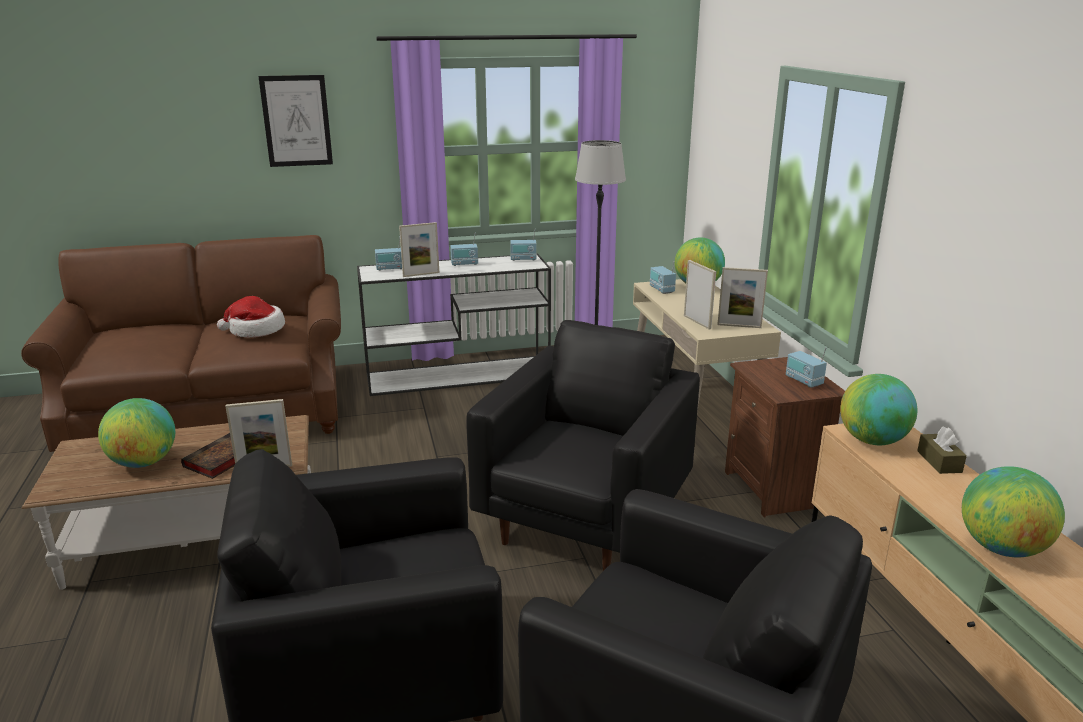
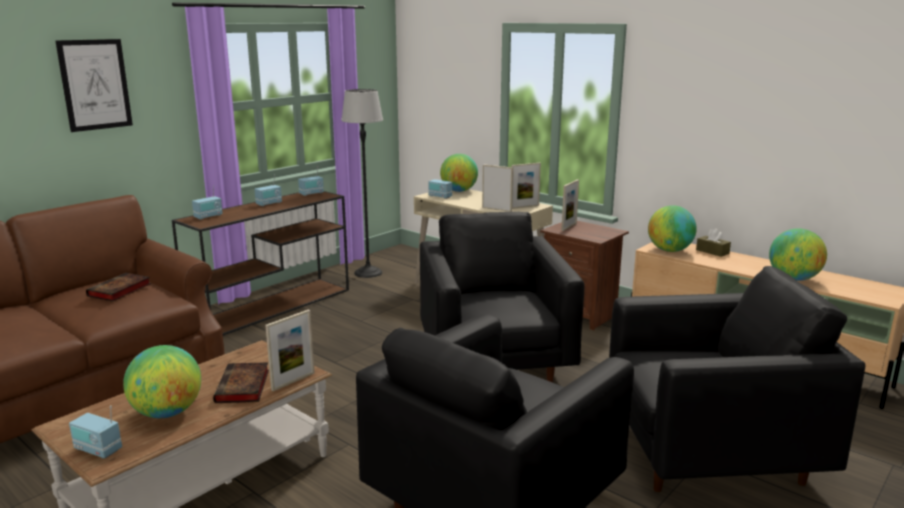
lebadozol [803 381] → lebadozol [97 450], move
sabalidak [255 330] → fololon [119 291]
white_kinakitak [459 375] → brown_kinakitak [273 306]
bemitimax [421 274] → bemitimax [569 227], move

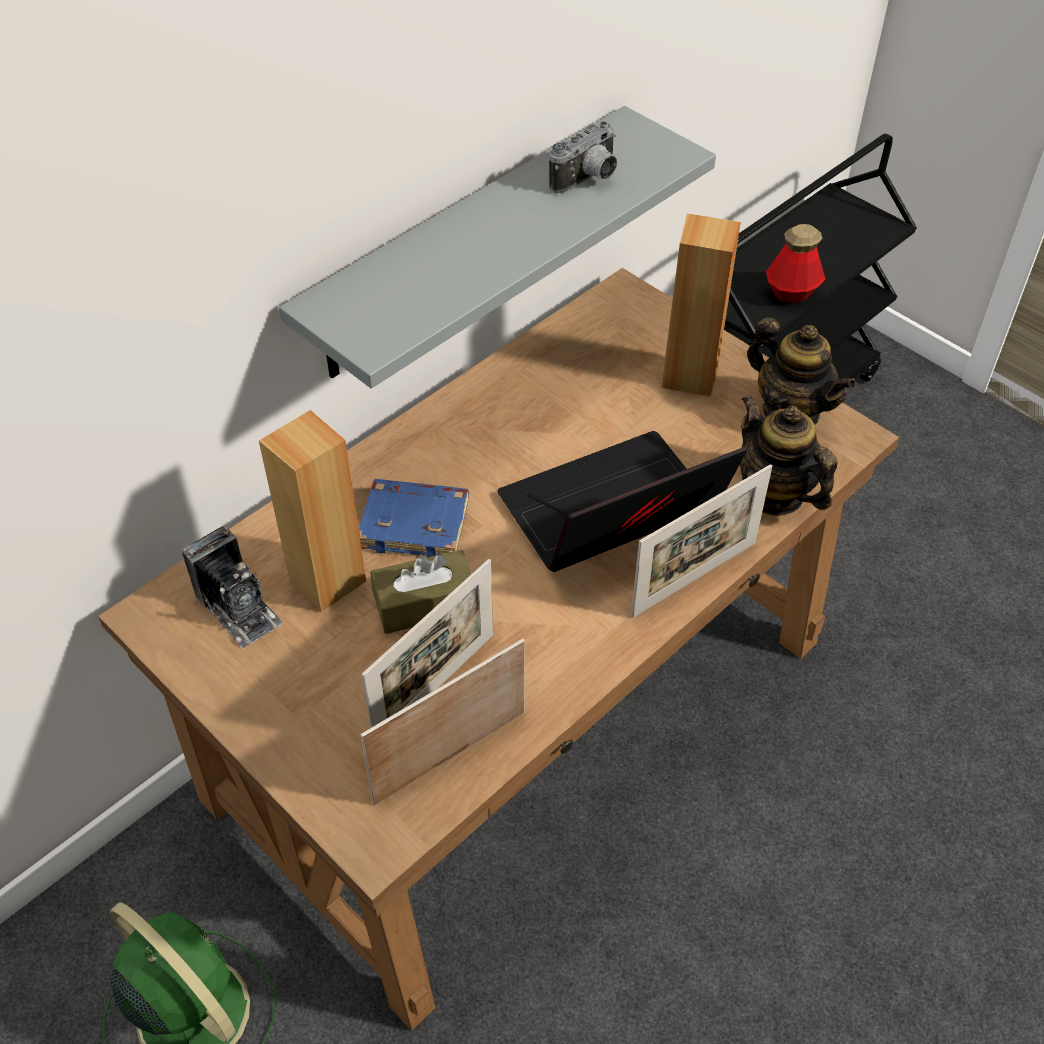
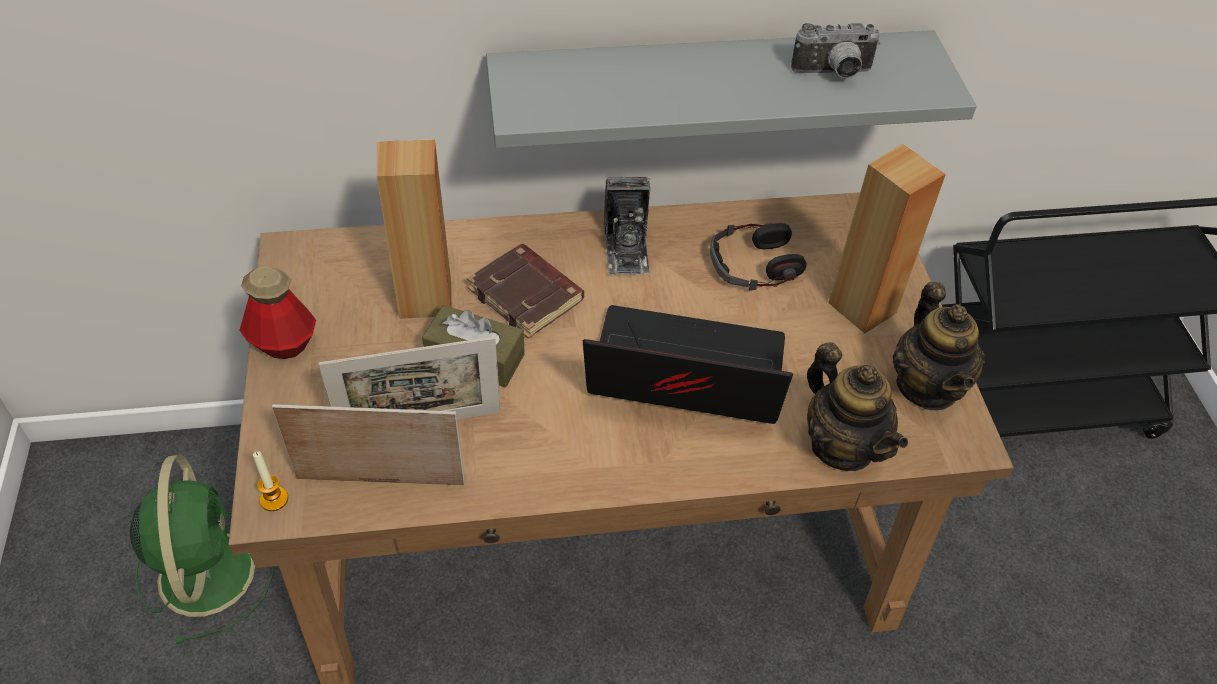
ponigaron [792 293] → ponigaron [283 343], move
- → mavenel [274 499]
blue_fololon [416 523] → brown_fololon [528 295]
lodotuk [238 608] → lodotuk [626 247], move
- → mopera [754 265]
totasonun [774 494] → totasonun [842 446], 150 degrees clockwise
bemitimax [694 578] → -

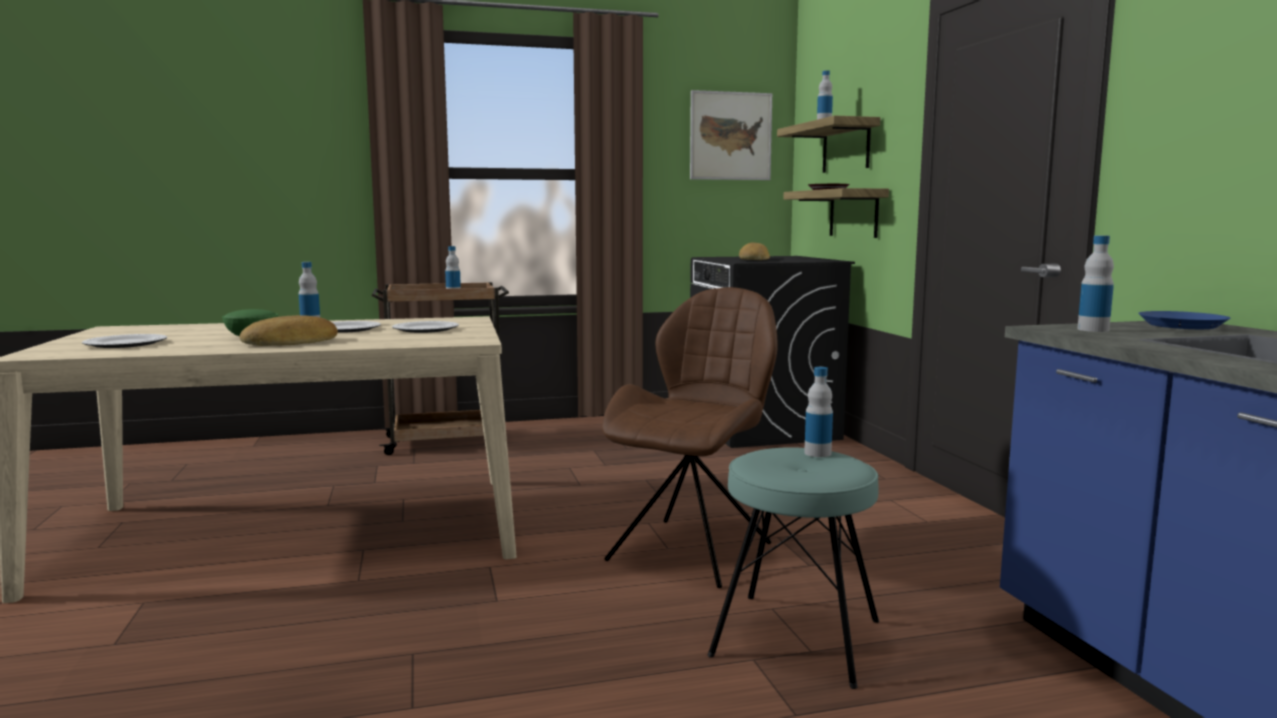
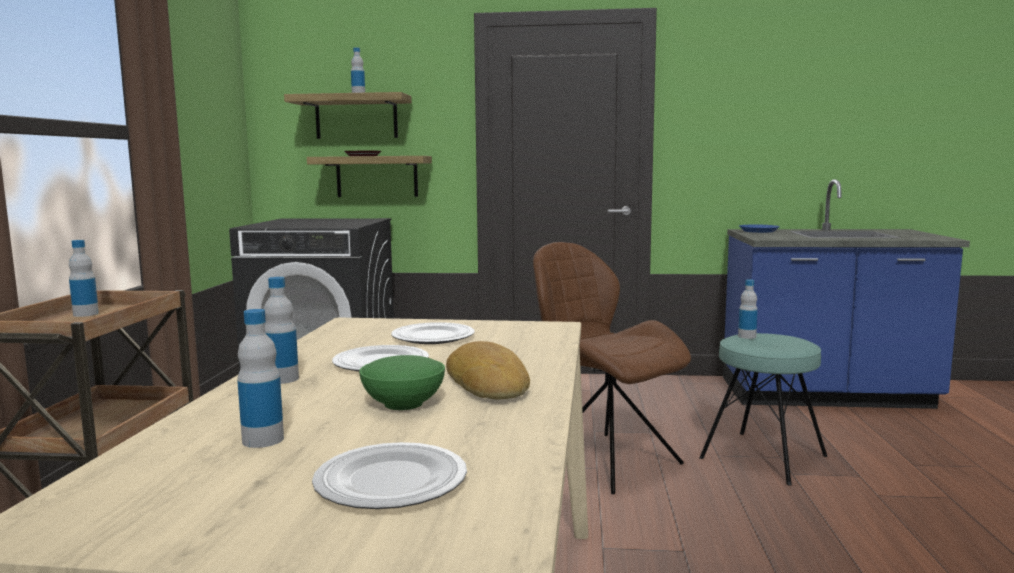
ponigaron [1093 330] → ponigaron [263 440], move
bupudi [730 136] → -
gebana [754 259] → -

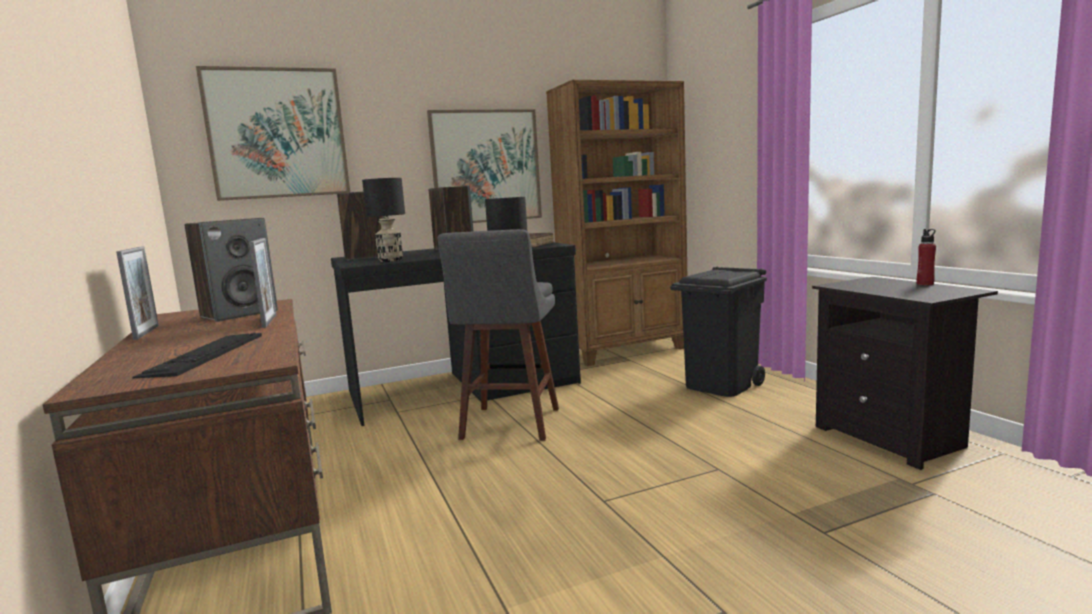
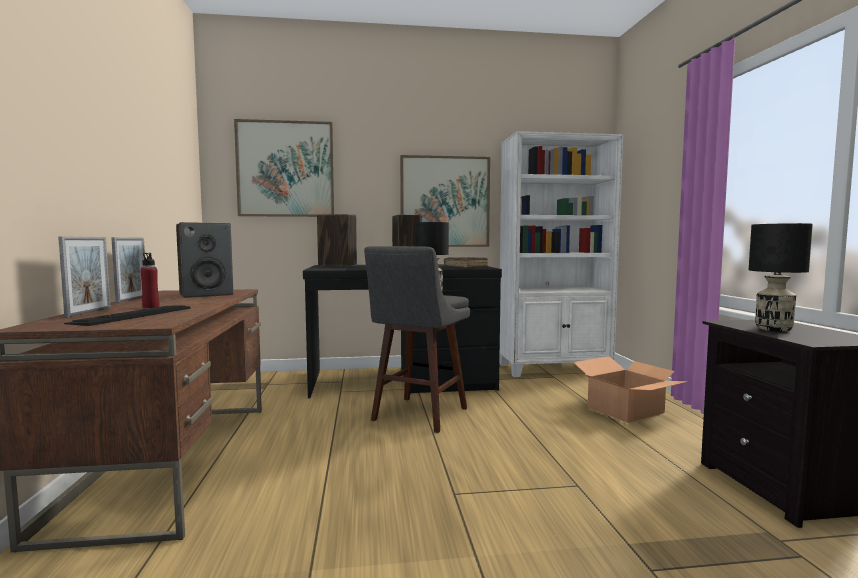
bemitimax [269 321] → bemitimax [89 312], move
red_ponigaron [925 284] → red_ponigaron [151 307], move
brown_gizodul [625 351] → white_gizodul [555 369]
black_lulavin [721 385] → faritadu [626 410]
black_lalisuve [390 260] → black_lalisuve [773 329], move

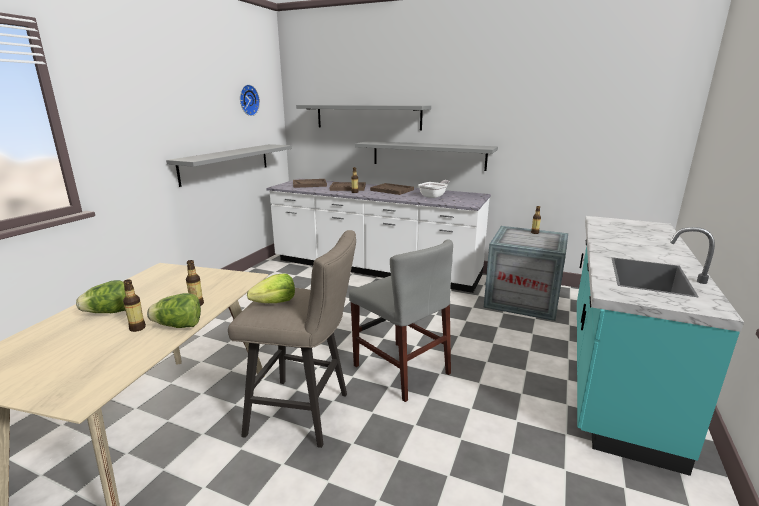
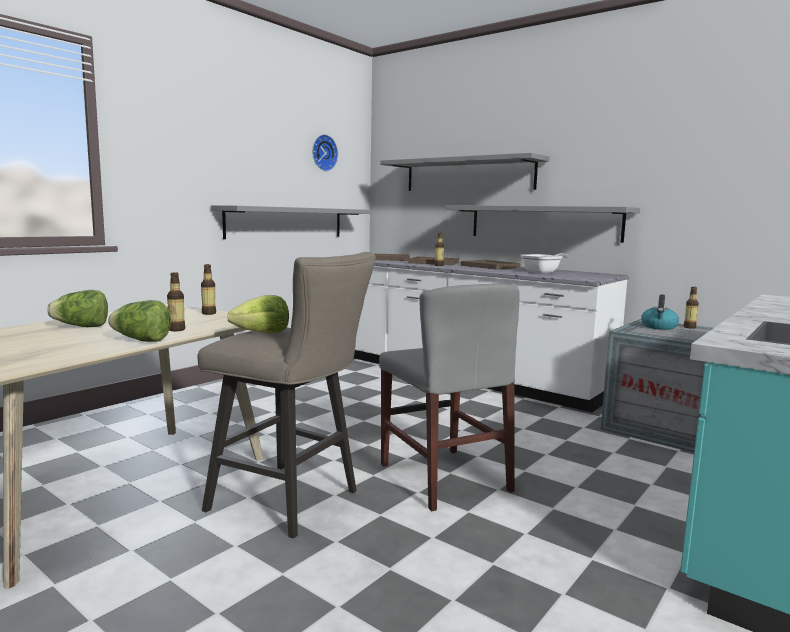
ponigaron [137 328] → ponigaron [209 313], move
- → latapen [659 327]

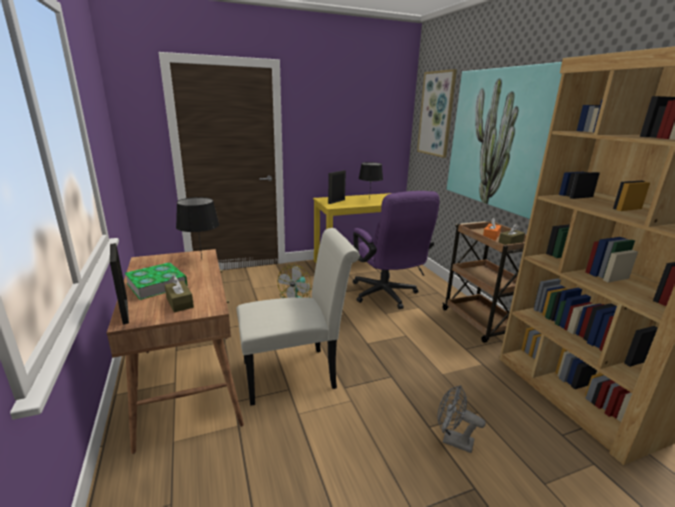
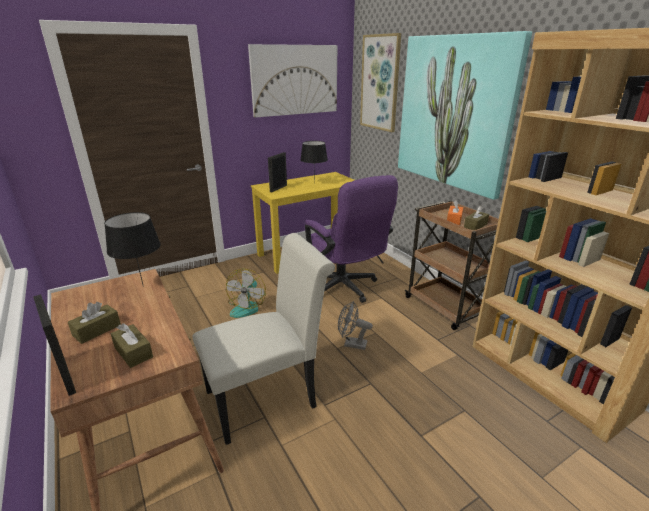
fololon [157 285] → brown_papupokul [97 330]
- → bupudi [295 80]
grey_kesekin [452 440] → grey_kesekin [351 344], move

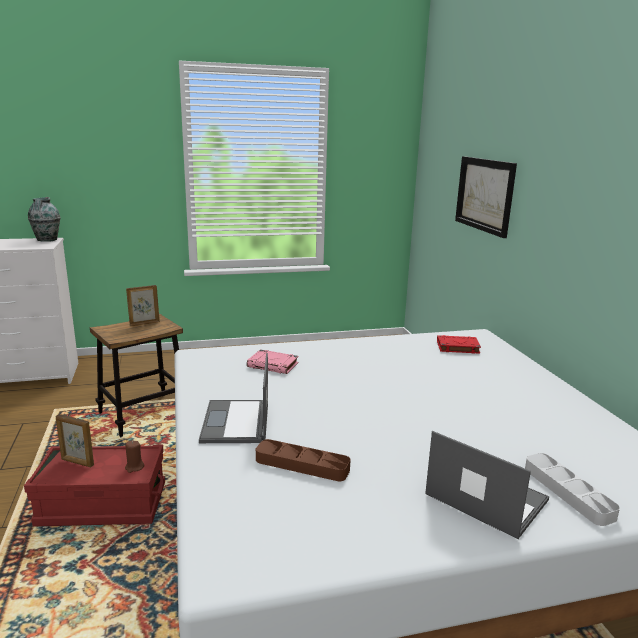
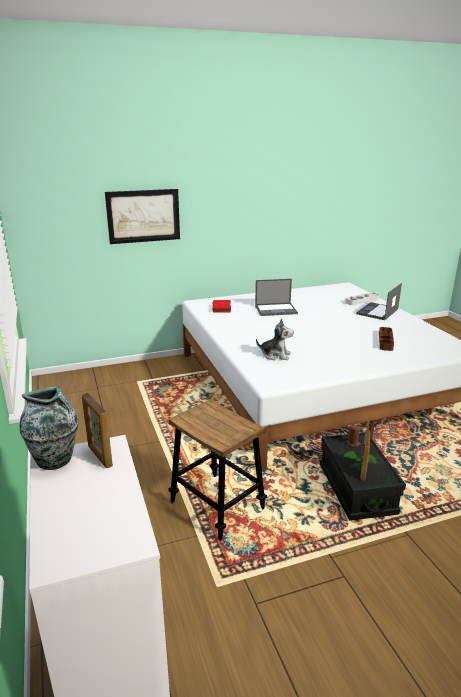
bemitimax [144 323] → bemitimax [100 456], move
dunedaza [236 422] → dunedaza [276 309], move
pink_fololon [273 365] → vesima [275 355]
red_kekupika [103 505] → black_kekupika [356 489]

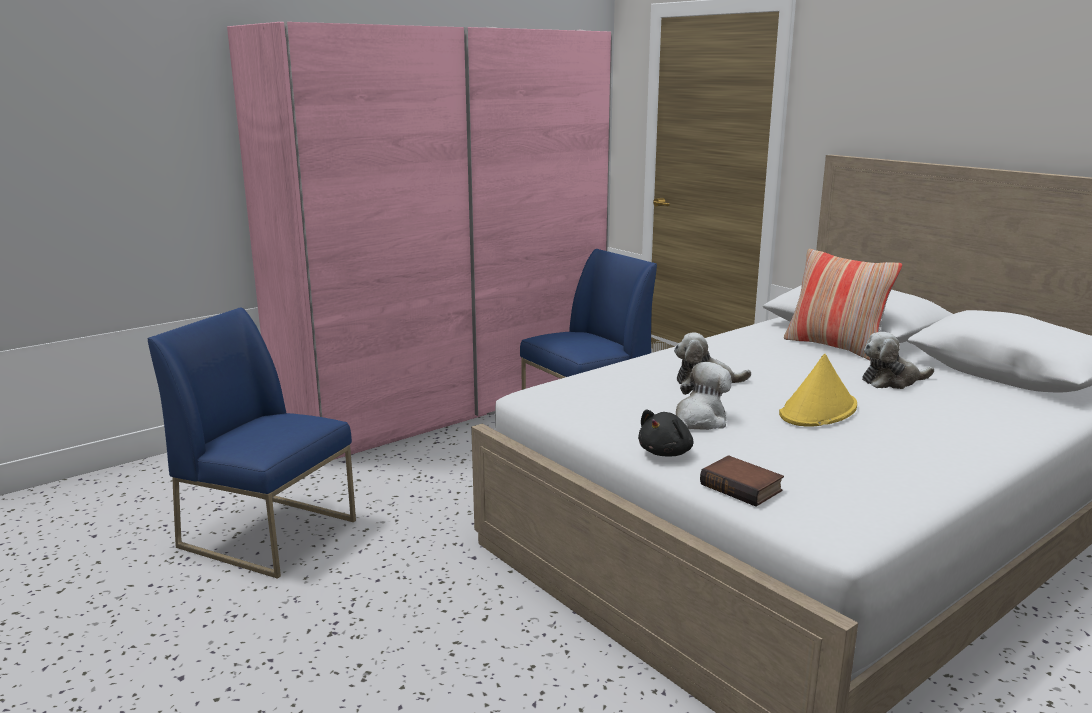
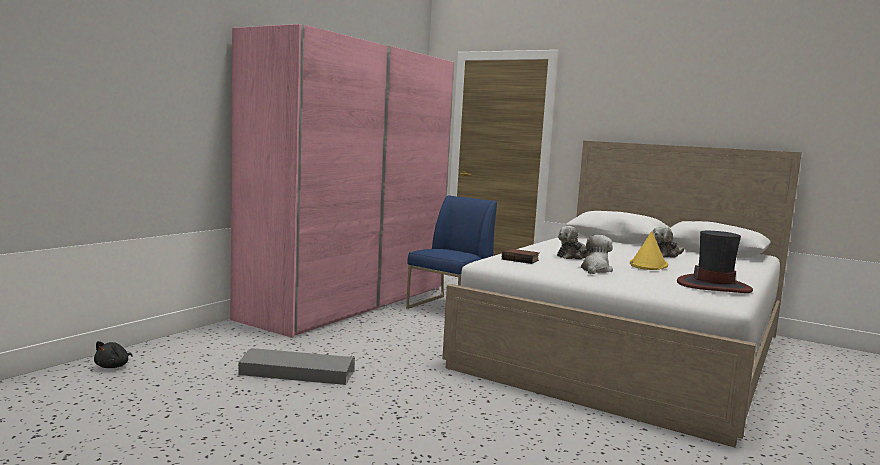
black_vesima [666 452] → black_vesima [113 366], move
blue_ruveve [270 533] → grey_kekupika [297 373]
fololon [743 487] → fololon [521 259], move
- → sabalidak [714 286]
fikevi [835 347] → -

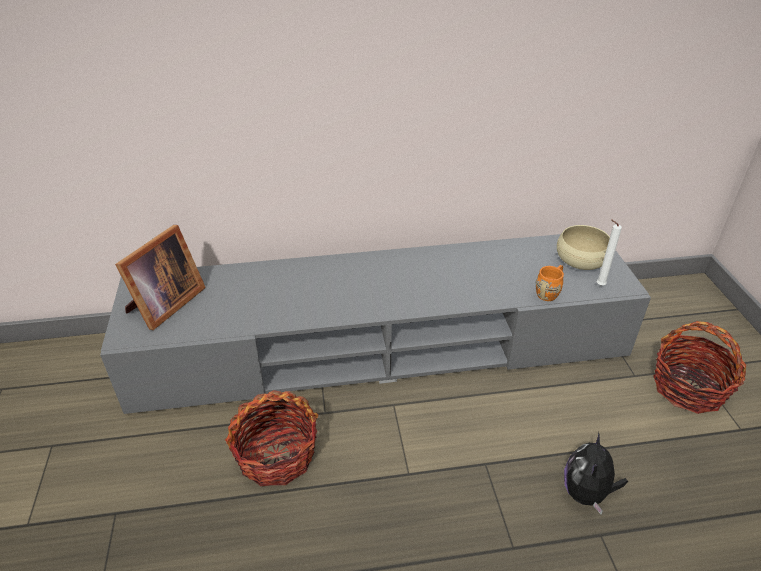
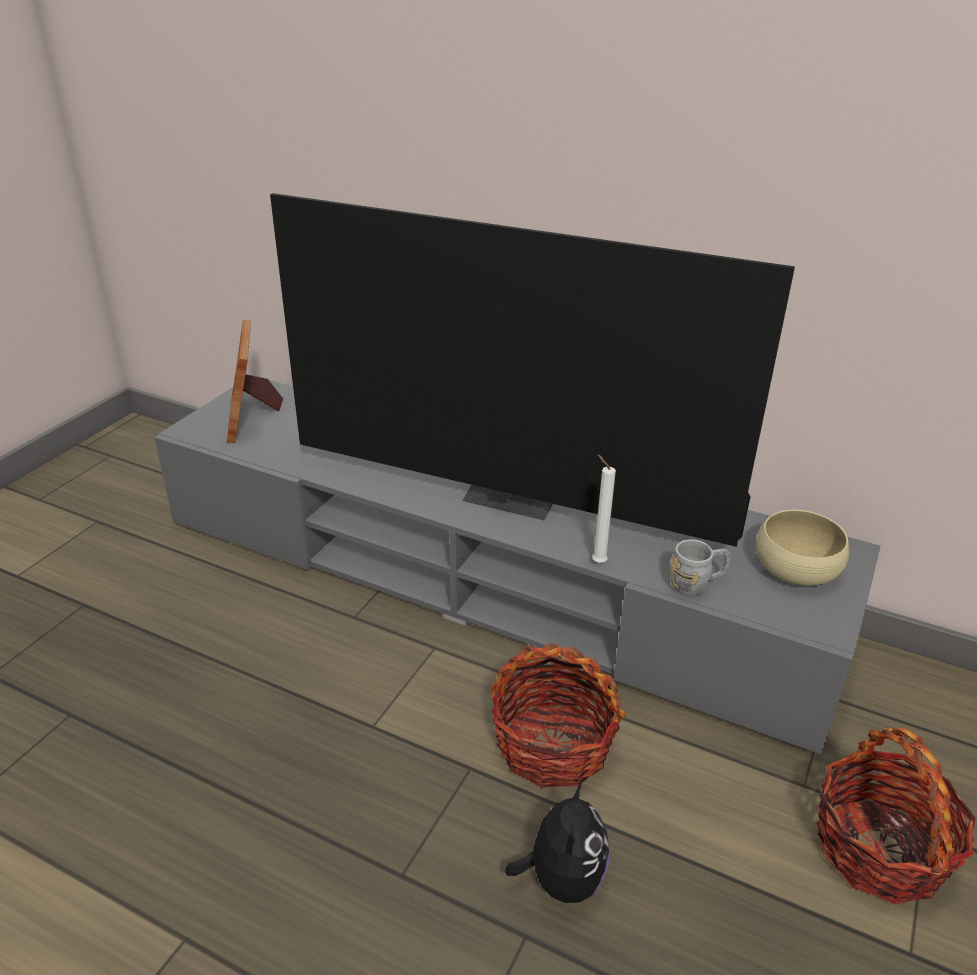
bemitimax [164 305] → bemitimax [253 417], 105 degrees clockwise
- → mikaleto [514 495]
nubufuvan [276 455] → nubufuvan [552 745], move
vesima [586 493] → vesima [562 879], 135 degrees clockwise
white_mavenel [598 285] → white_mavenel [597 561], move
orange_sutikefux [549 292] → grey_sutikefux [697 584]

